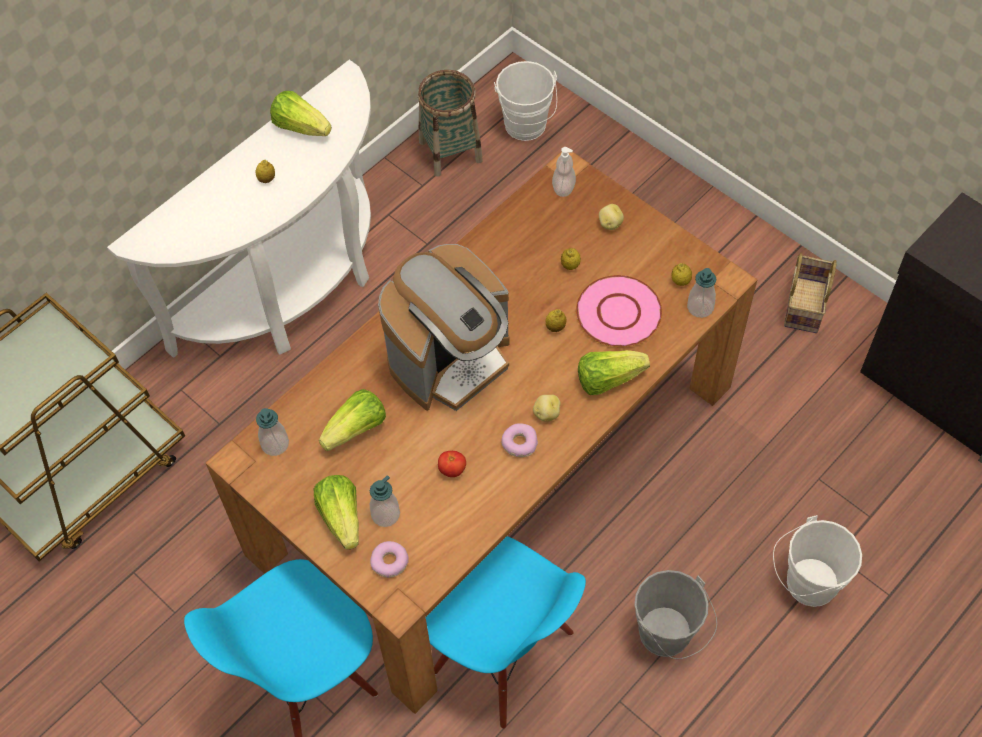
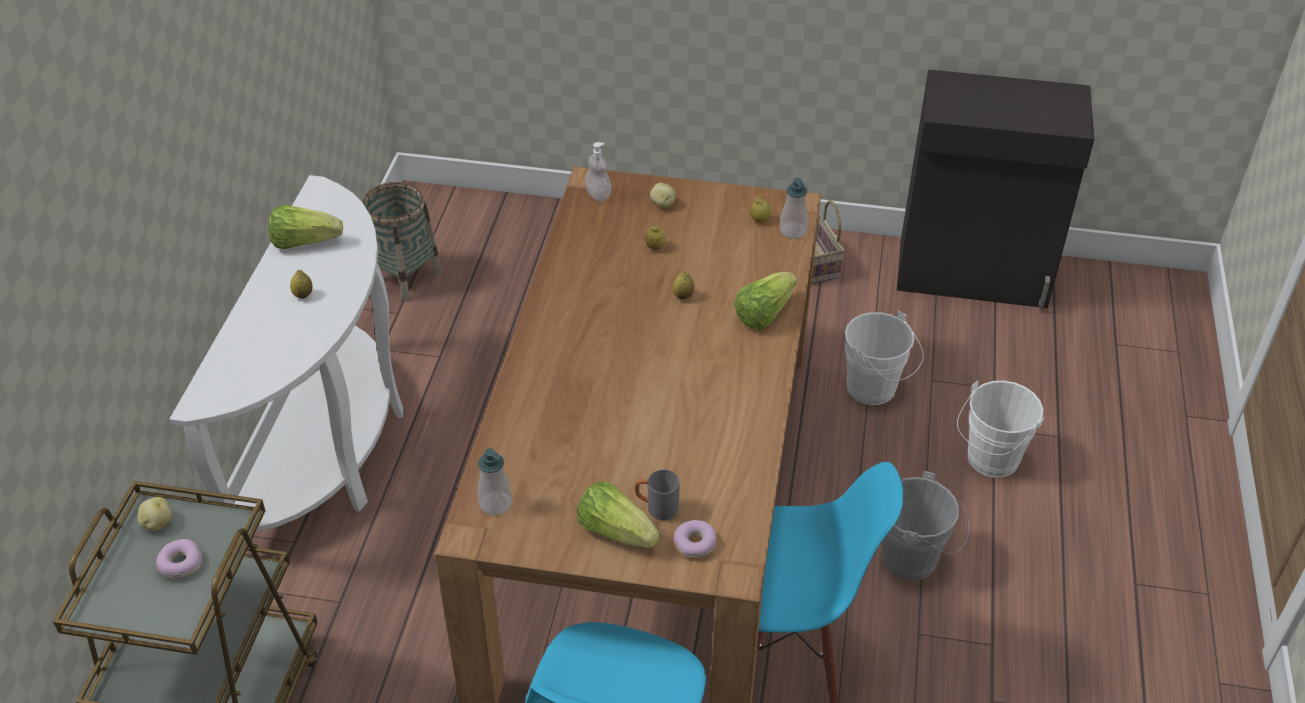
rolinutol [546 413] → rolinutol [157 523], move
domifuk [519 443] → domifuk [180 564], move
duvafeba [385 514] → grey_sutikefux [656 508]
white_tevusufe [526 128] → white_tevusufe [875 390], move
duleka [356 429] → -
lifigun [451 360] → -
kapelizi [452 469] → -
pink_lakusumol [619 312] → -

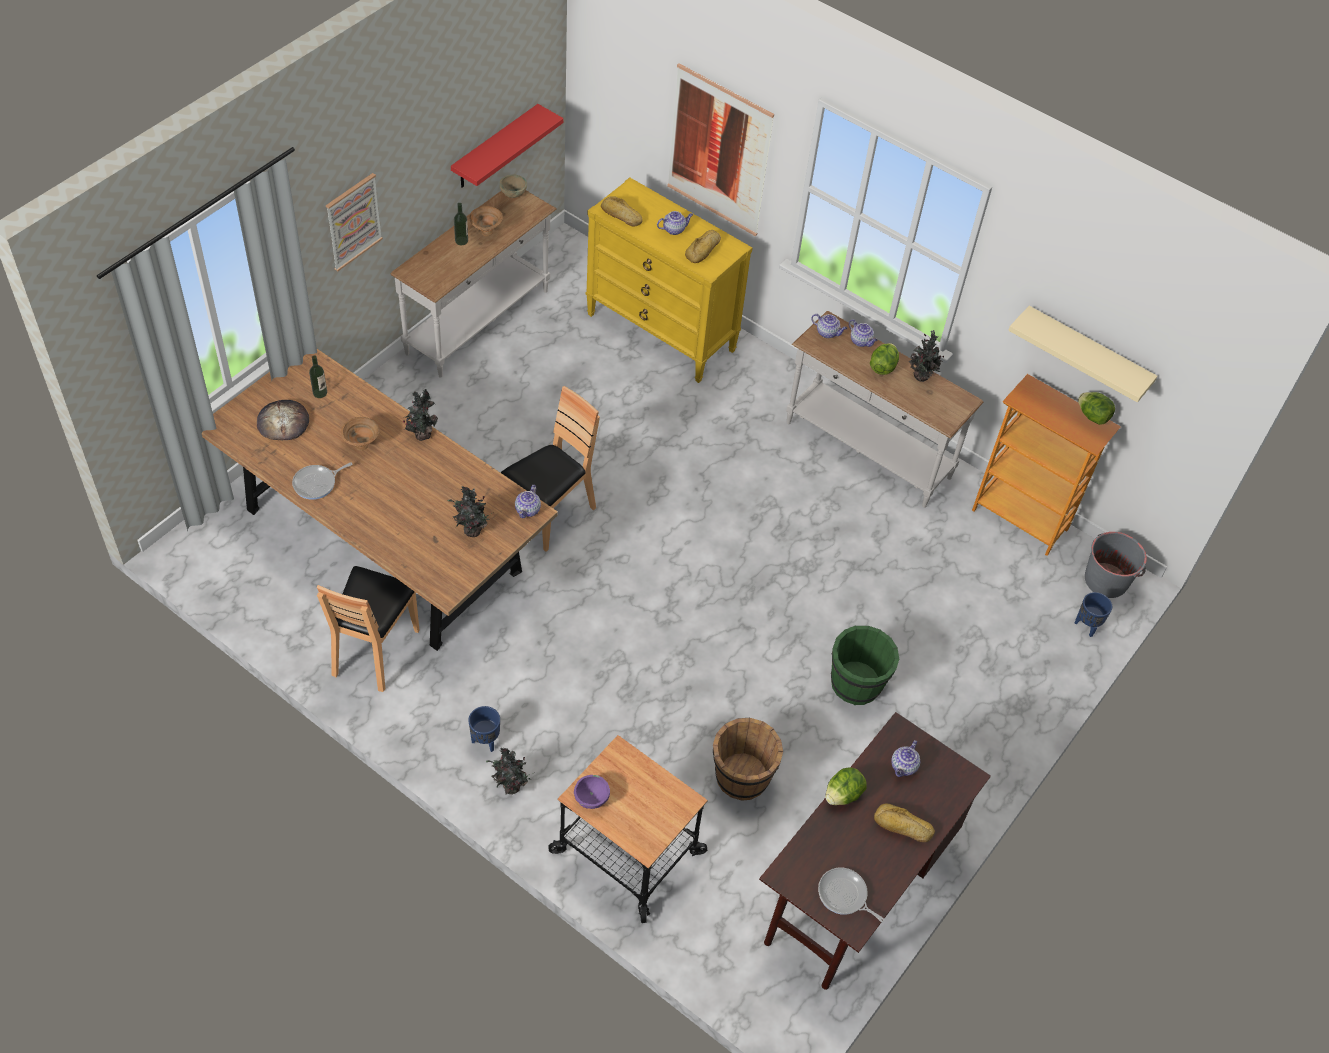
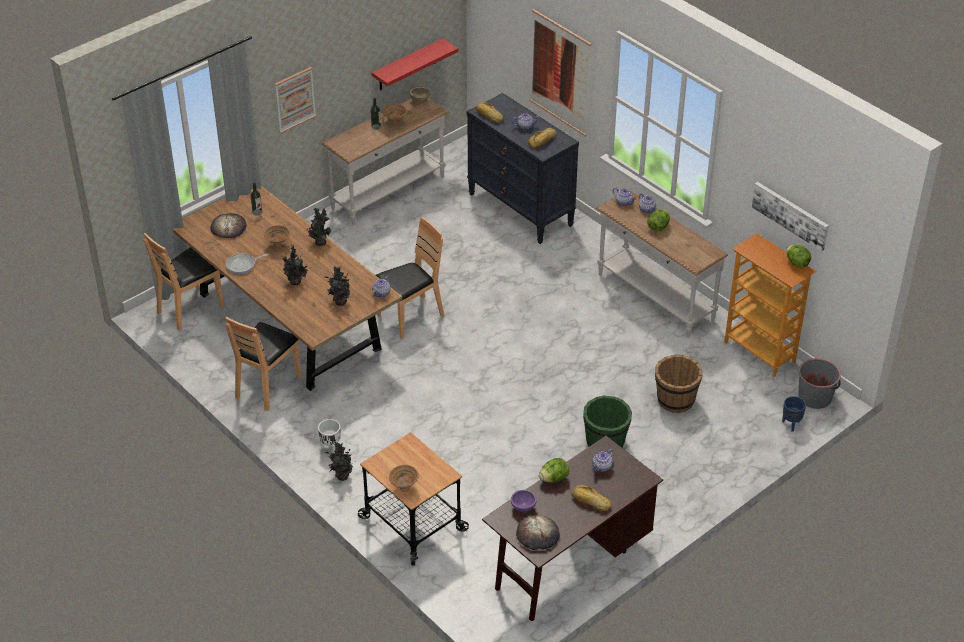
- → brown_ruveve [190 308]
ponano [921 377] → ponano [295 282], move
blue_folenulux [485 741] → white_folenulux [330 447]
- → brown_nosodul [404 488]
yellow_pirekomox [661 332] → black_pirekomox [521 209]
purple_nosodul [591 799] → purple_nosodul [523 508], move
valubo [844 895] → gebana [537 535]
brown_tevusufe [741 777] → brown_tevusufe [675 400], move
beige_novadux [1087 353] → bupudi [790 215]

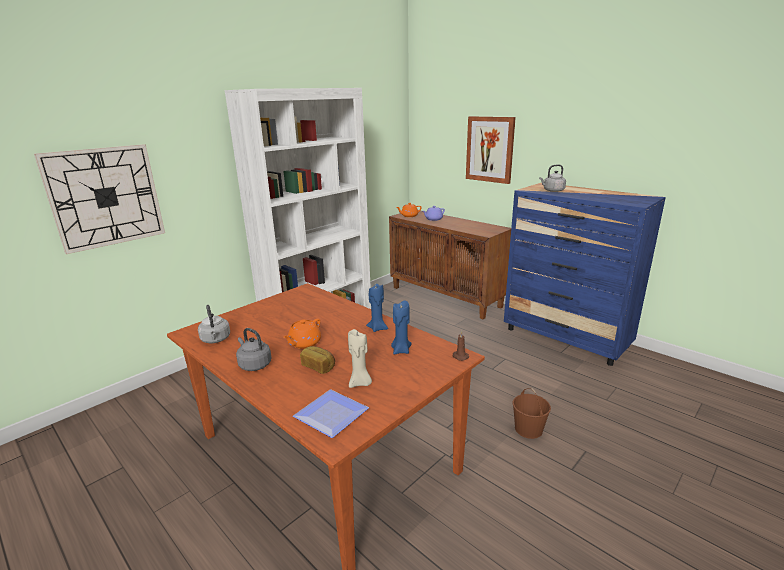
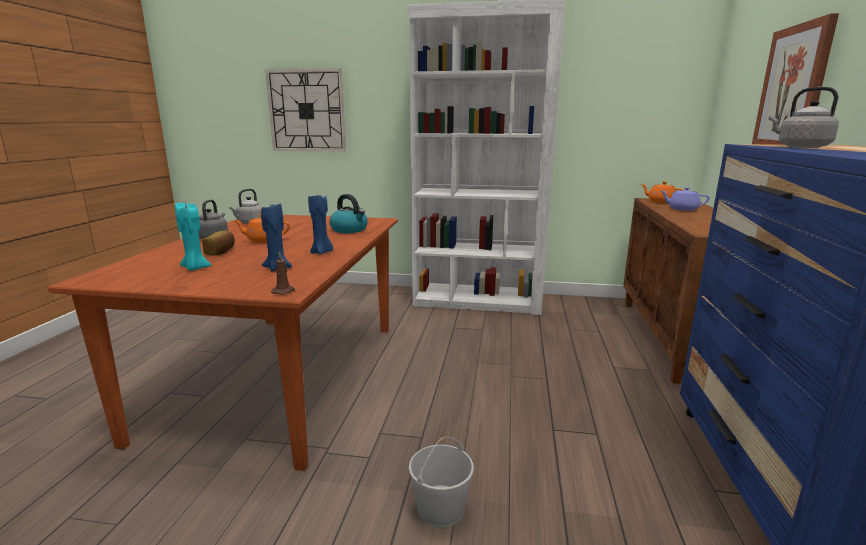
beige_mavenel [360 383] → turquoise_mavenel [195 268]
- → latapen [349 230]
brown_tevusufe [529 429] → white_tevusufe [440 509]
lakusumol [334 415] → -

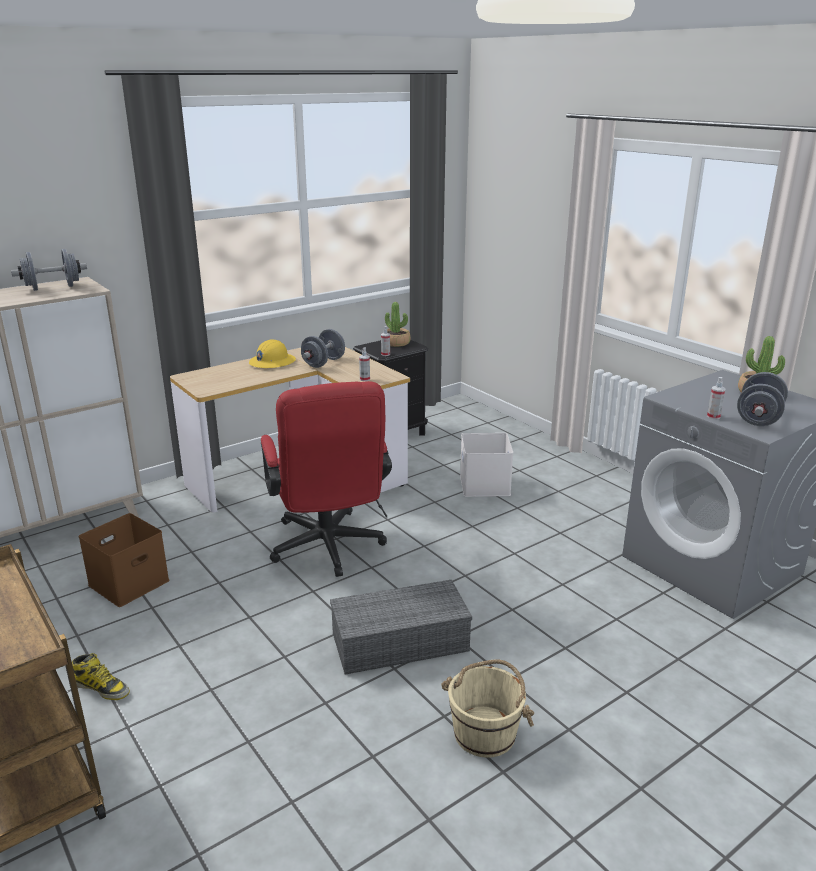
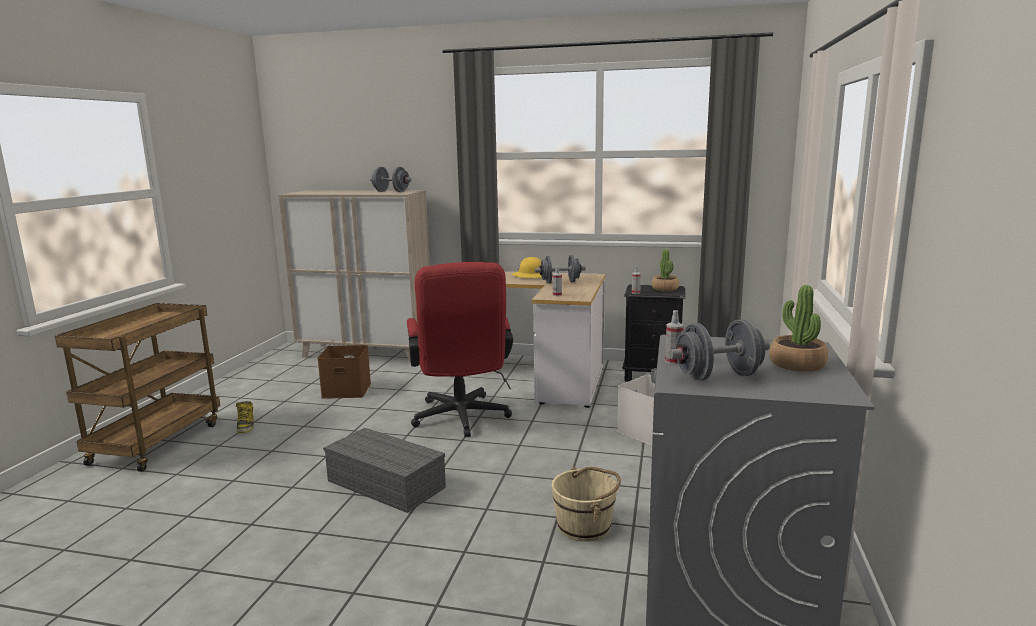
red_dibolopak [328 550] → red_dibolopak [461 420], 45 degrees counterclockwise
beige_tevusufe [485 733] → beige_tevusufe [585 526], move

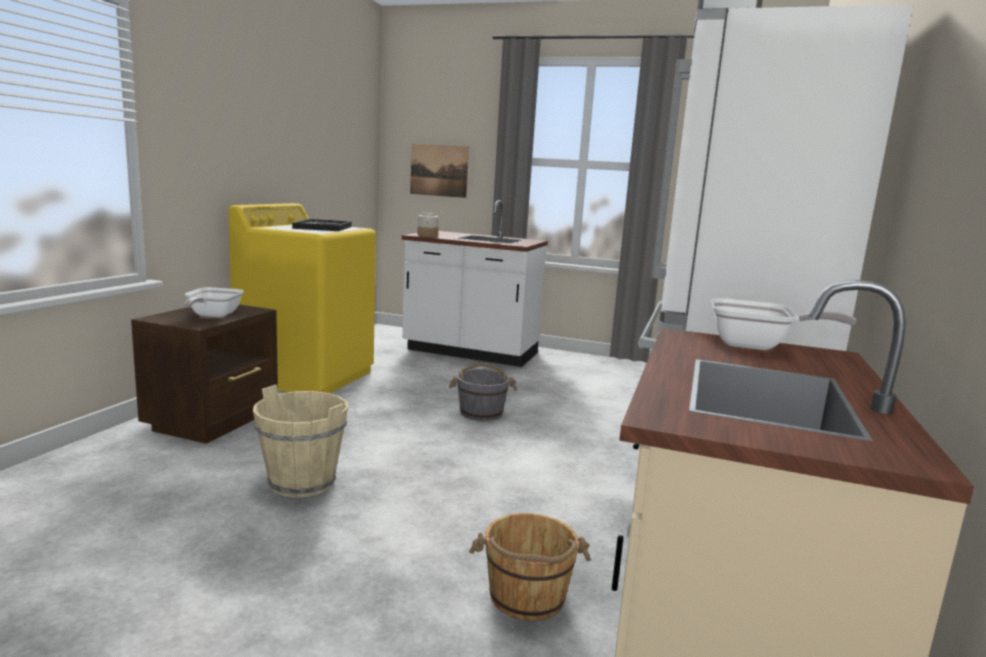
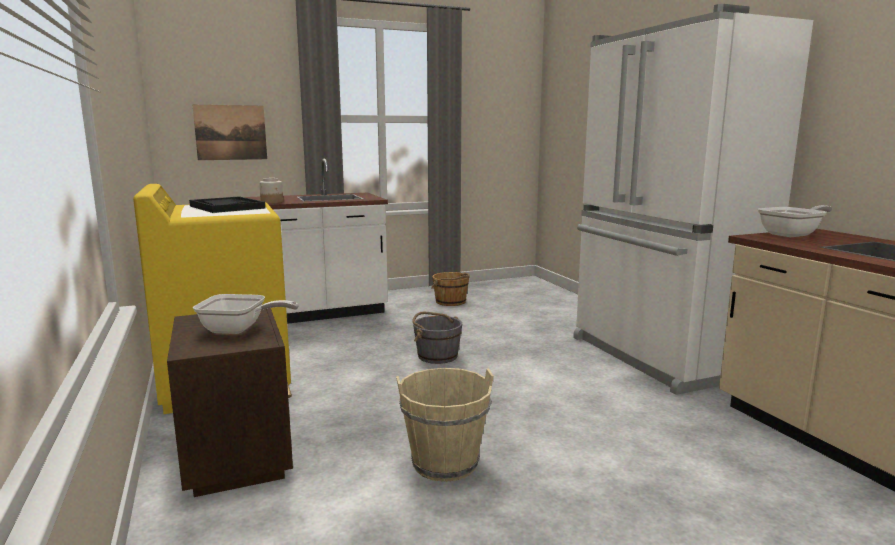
valubo [212 316] → valubo [239 330], 45 degrees counterclockwise
brown_tevusufe [527 597] → brown_tevusufe [451 302], move

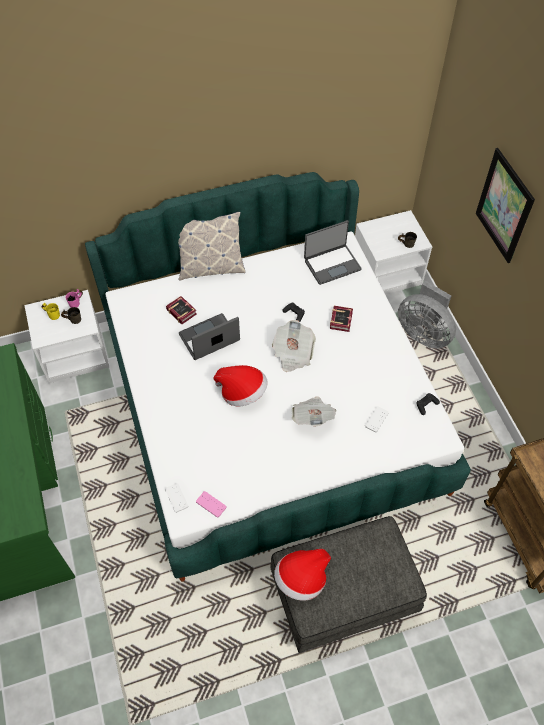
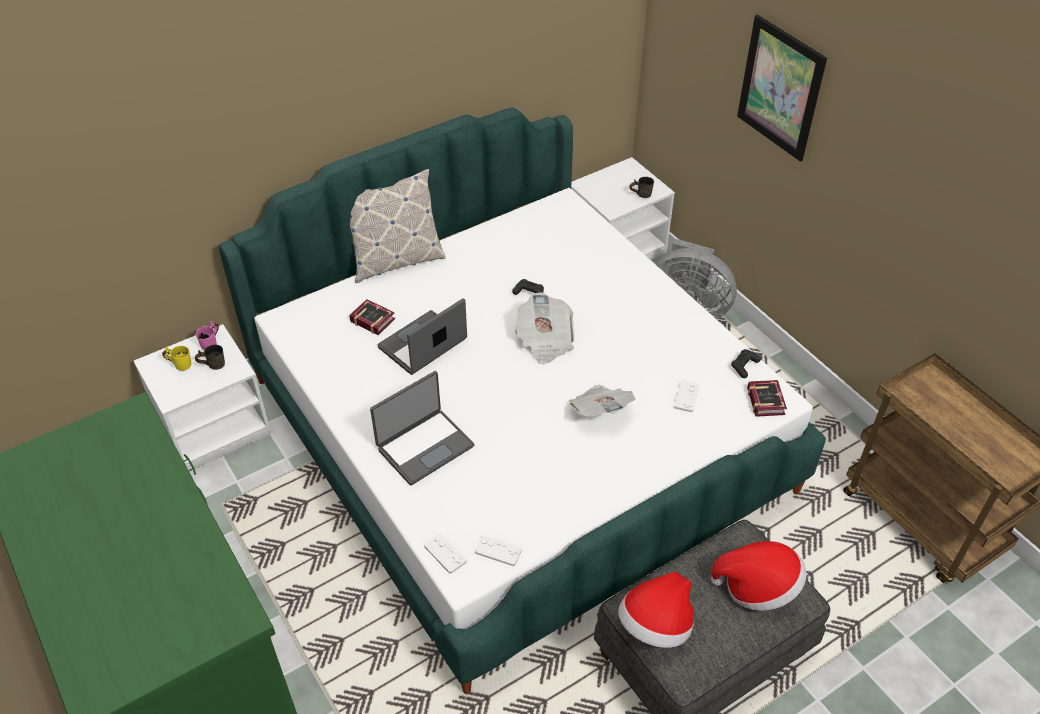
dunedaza [332 264] → dunedaza [424 446], move
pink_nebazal [211 504] → white_nebazal [498 551]
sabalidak [242 393] → sabalidak [757 587], move
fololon [342 319] → fololon [766 400], move

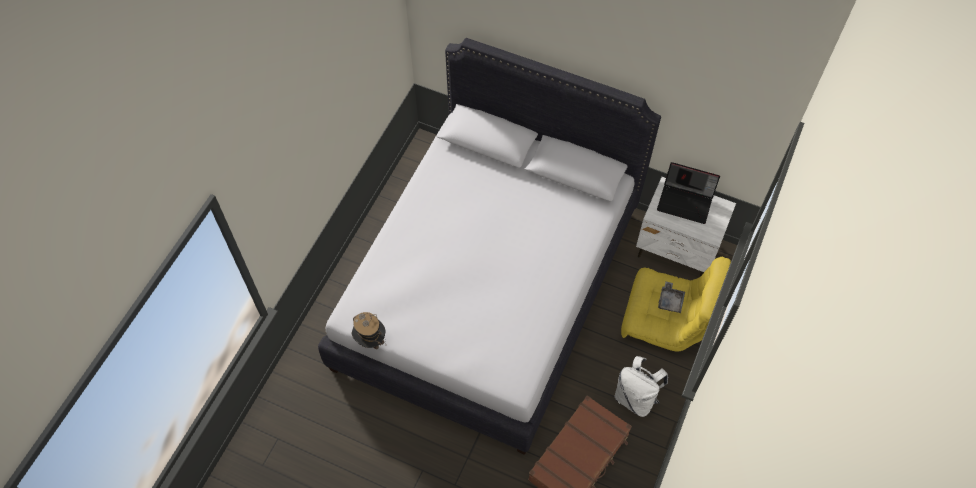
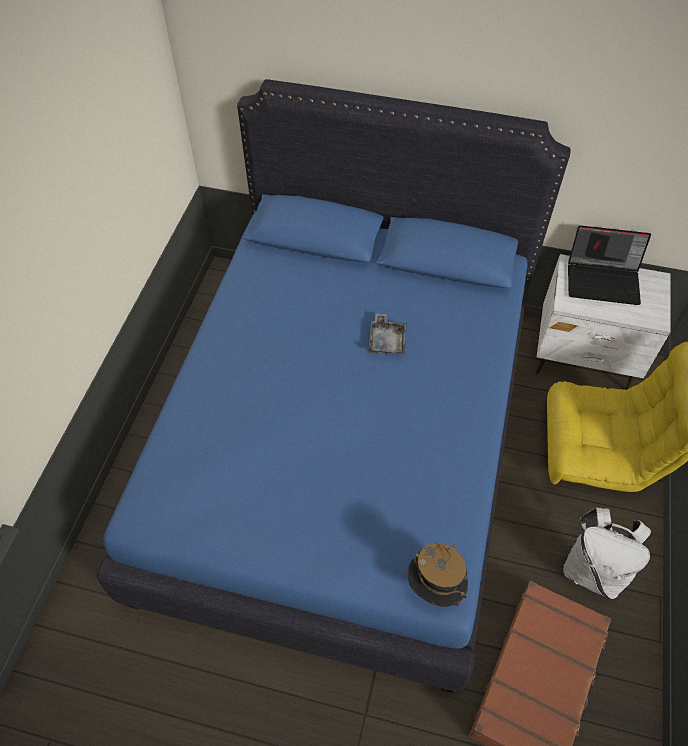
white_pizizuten [487 287] → blue_pizizuten [343 444]
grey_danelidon [670 301] → grey_danelidon [387 340], move
sabalidak [370 340] → sabalidak [434 588], move

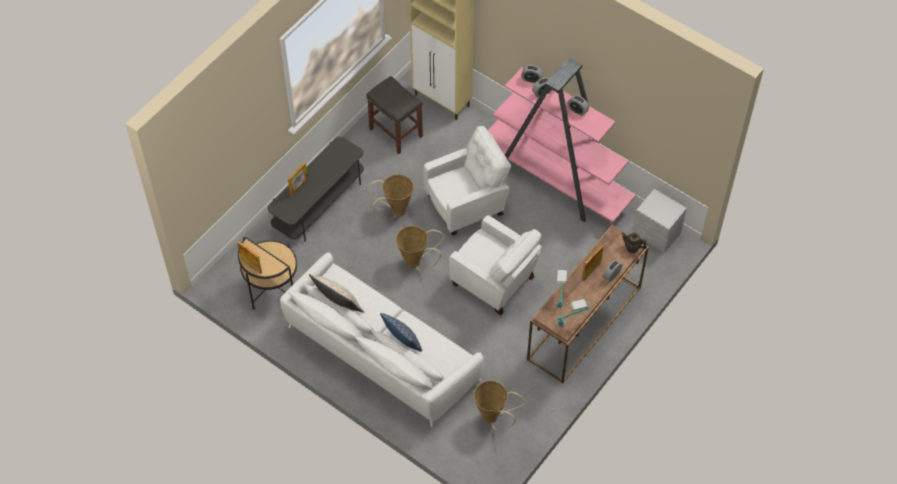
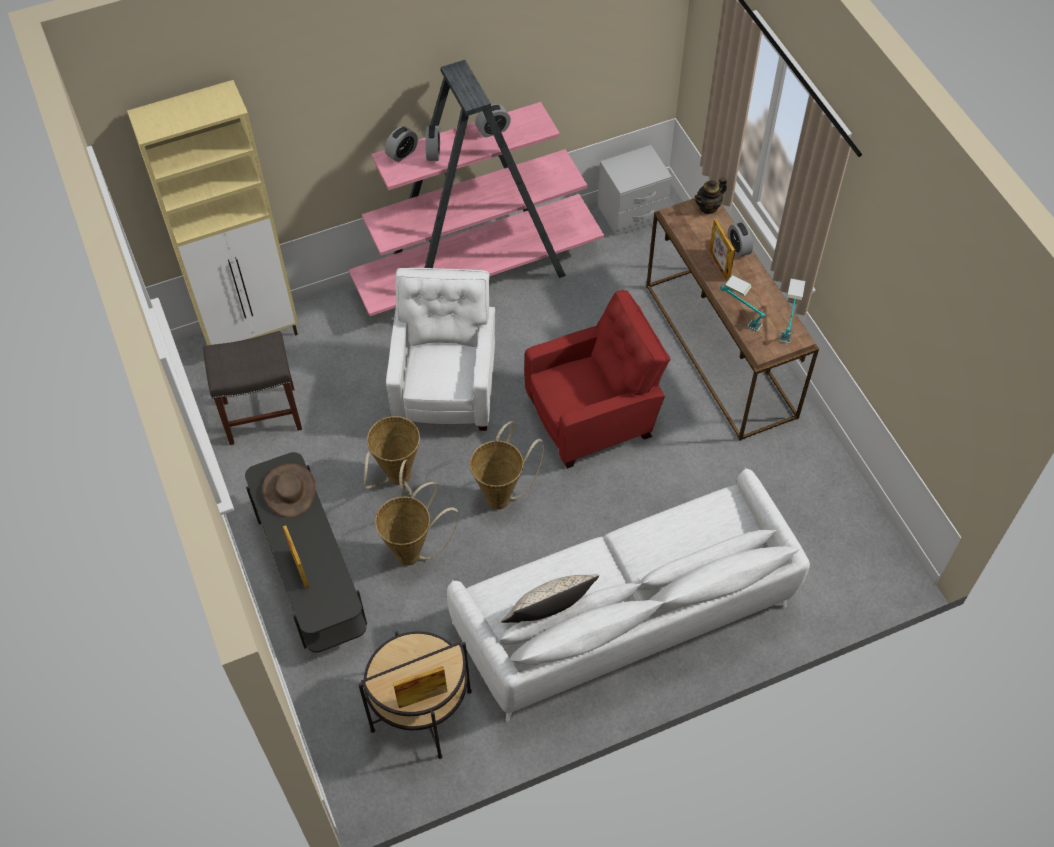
- → brown_sabalidak [290 490]
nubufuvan [493 418] → nubufuvan [414 552], move
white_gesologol [494 282] → red_gesologol [594 417]
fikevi [402 342] → -

